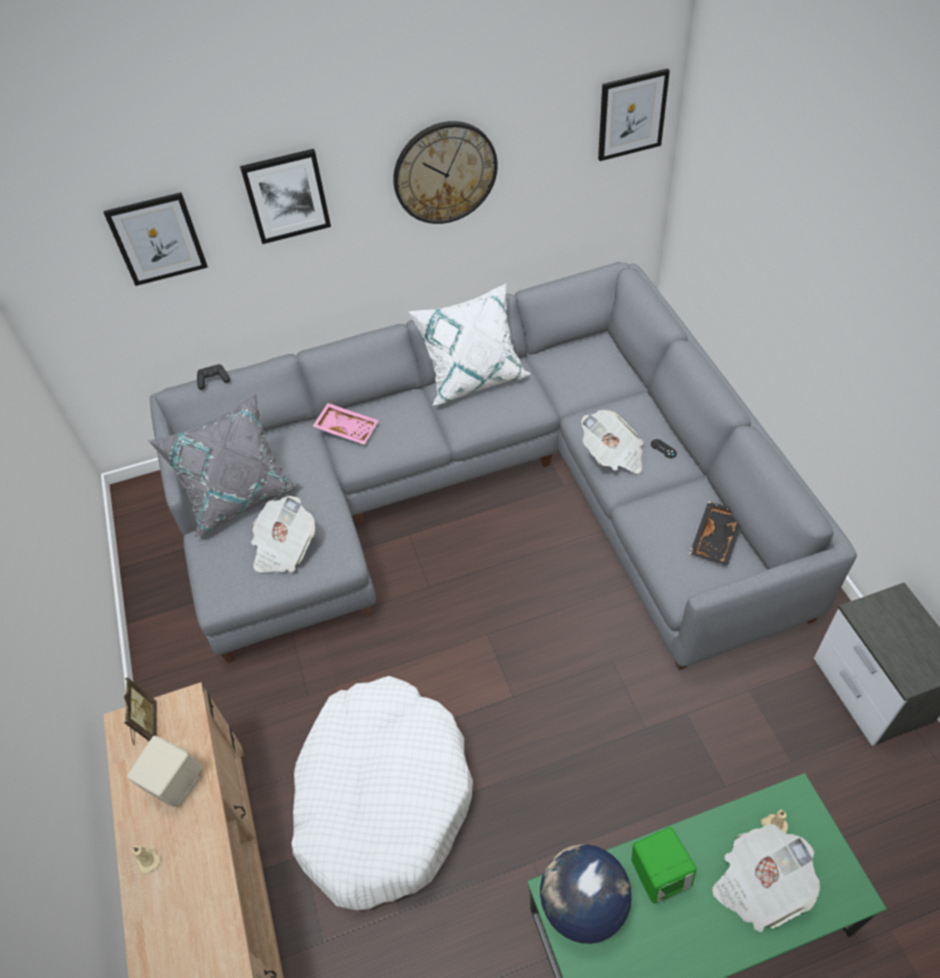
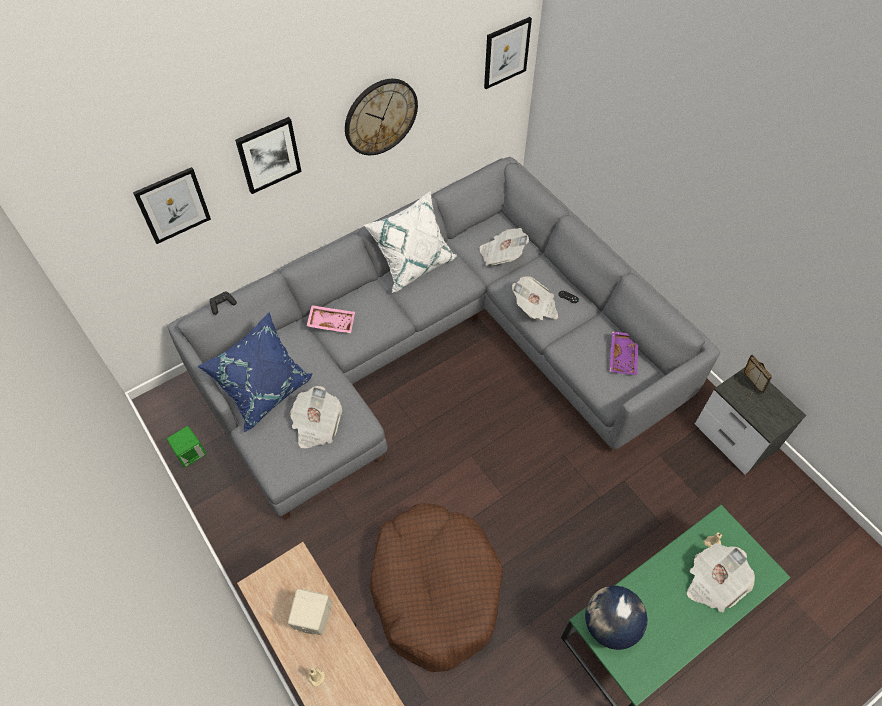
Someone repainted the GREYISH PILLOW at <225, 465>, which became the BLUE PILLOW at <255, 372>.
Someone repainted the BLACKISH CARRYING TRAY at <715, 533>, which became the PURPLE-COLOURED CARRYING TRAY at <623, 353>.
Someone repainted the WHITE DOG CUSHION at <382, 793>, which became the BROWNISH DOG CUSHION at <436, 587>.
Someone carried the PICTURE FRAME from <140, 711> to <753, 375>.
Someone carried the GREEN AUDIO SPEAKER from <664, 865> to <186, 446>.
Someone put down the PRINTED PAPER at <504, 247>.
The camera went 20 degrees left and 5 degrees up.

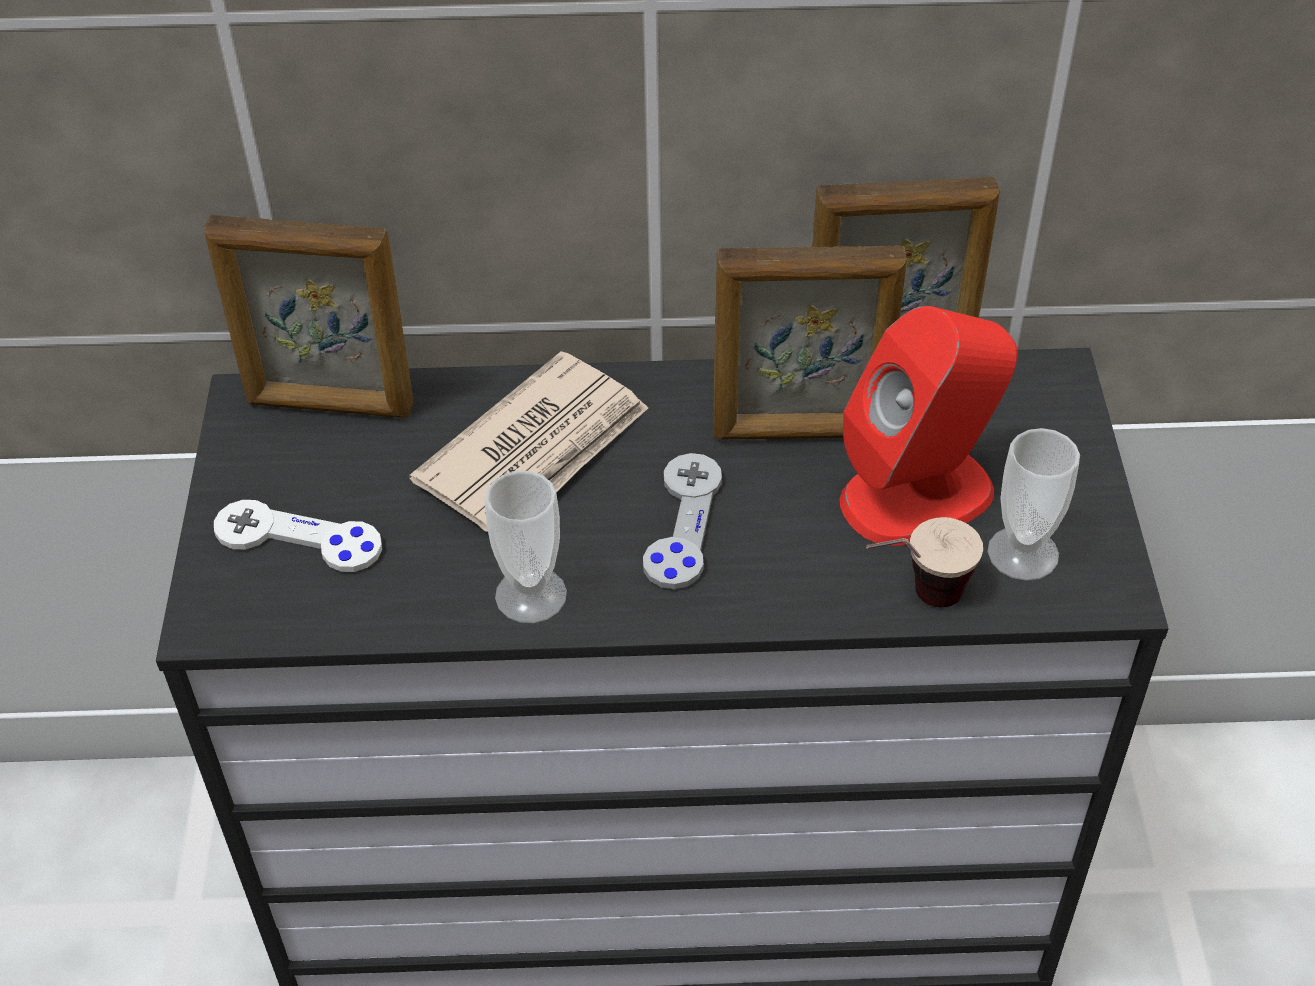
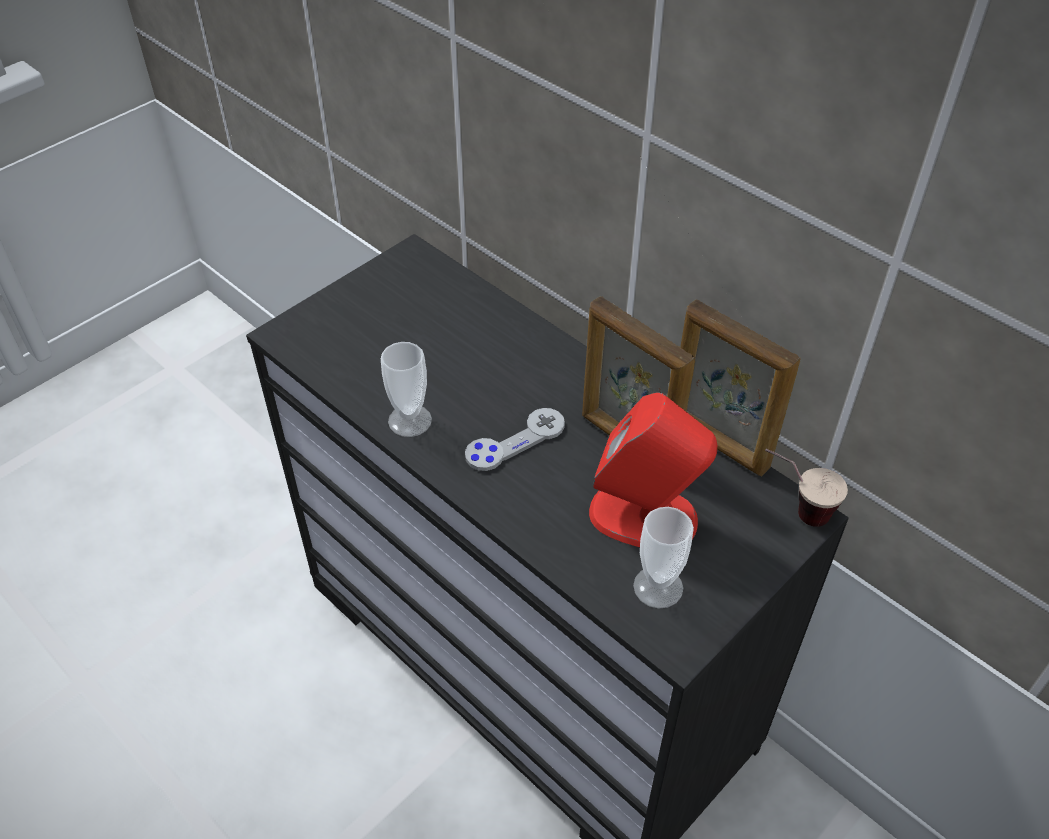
Someone took away the PICTURE FRAME at <309, 316>.
Someone took away the PRINTED PAPER at <528, 441>.
Someone took away the WHITE JOYPAD at <298, 536>.
Someone carried the CUP from <924, 562> to <806, 487>.
The camera went 45 degrees right and 0 degrees up.

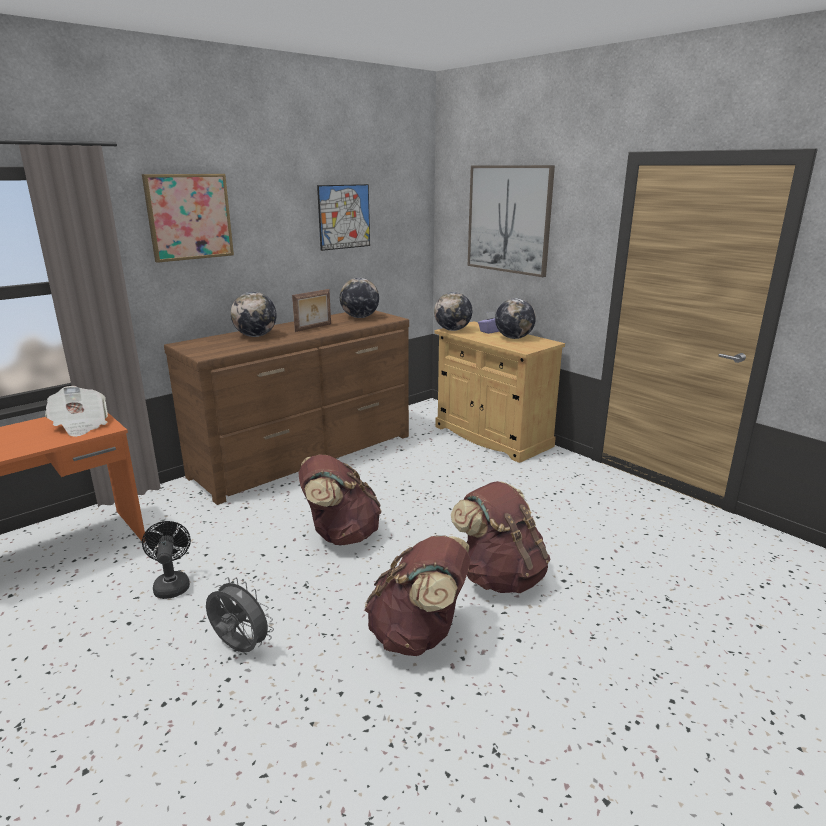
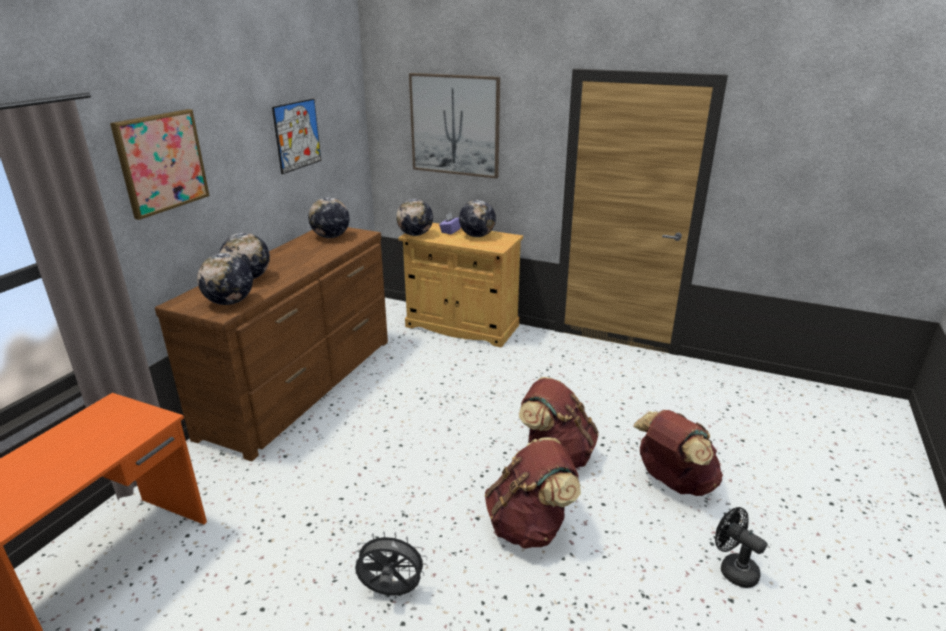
Someone took away the PICTURE FRAME at <311, 310>.
Someone took away the PRINTED PAPER at <76, 411>.
Someone carried the BROWNISH BACKPACK from <340, 500> to <678, 453>.
Someone carried the BLACKISH COOLING FAN from <166, 560> to <741, 547>.
Someone put down the WORLD GLOBE at <225, 279>.
The camera went 25 degrees left and 5 degrees up.

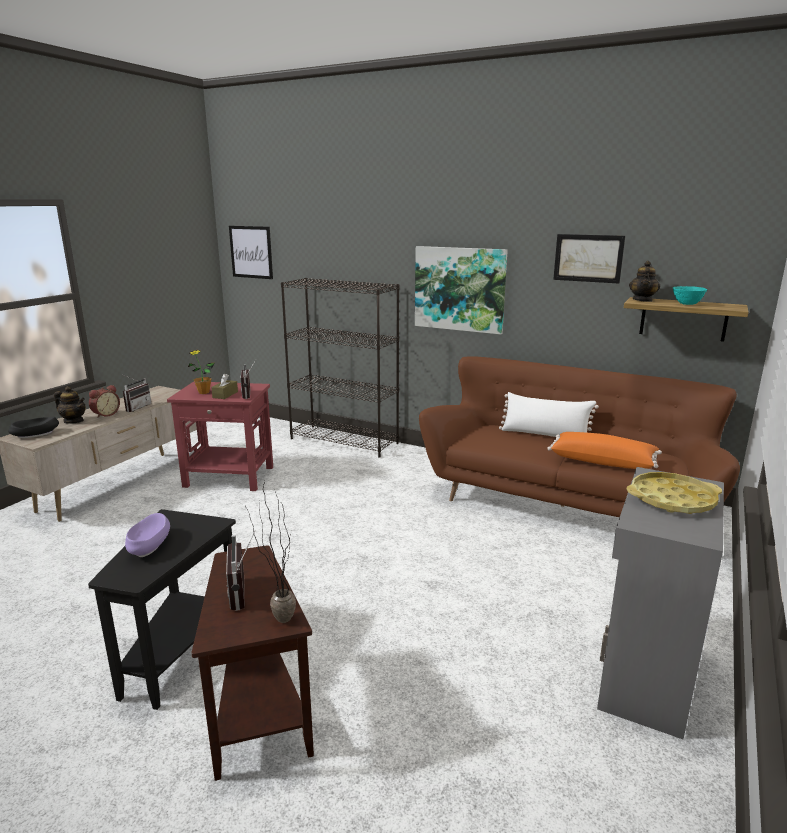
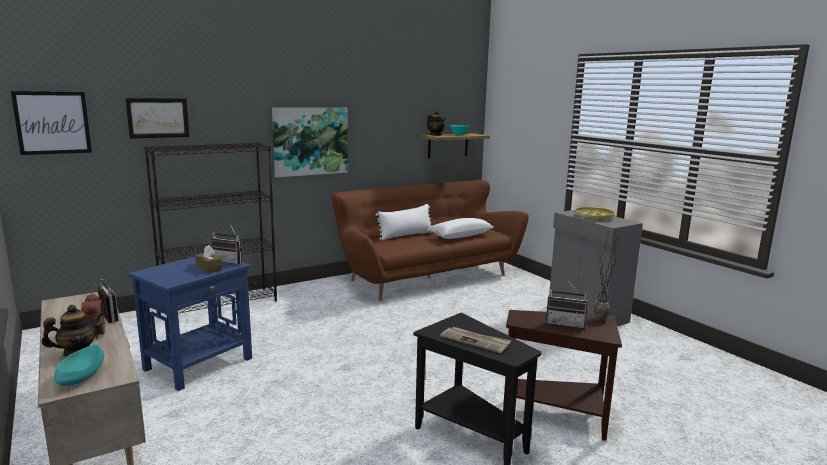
Someone carried the PICTURE from <589, 259> to <157, 118>.
Someone took away the HOUSEPLANT at <201, 372>.
Someone repainted the RED END TABLE at <220, 436>, which became the BLUE END TABLE at <190, 324>.
Someone repainted the BLACKISH DEEP DISH at <33, 427>, which became the TURQUOISE DEEP DISH at <79, 365>.
Someone repainted the ORANGEY PILLOW at <604, 450>, which became the WHITE PILLOW at <460, 228>.
Someone swapped the PURPLE-COLOURED DEEP DISH at <147, 535> for the PRINTED PAPER at <475, 340>.
The camera went 60 degrees left and 5 degrees down.

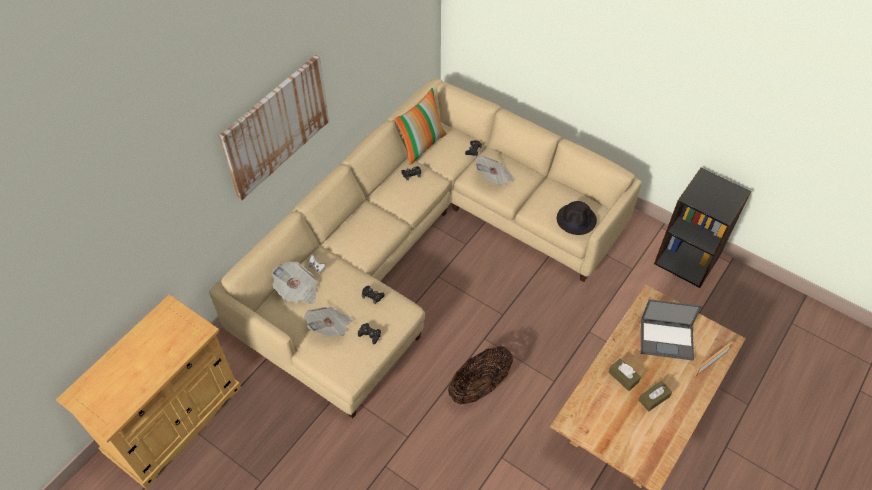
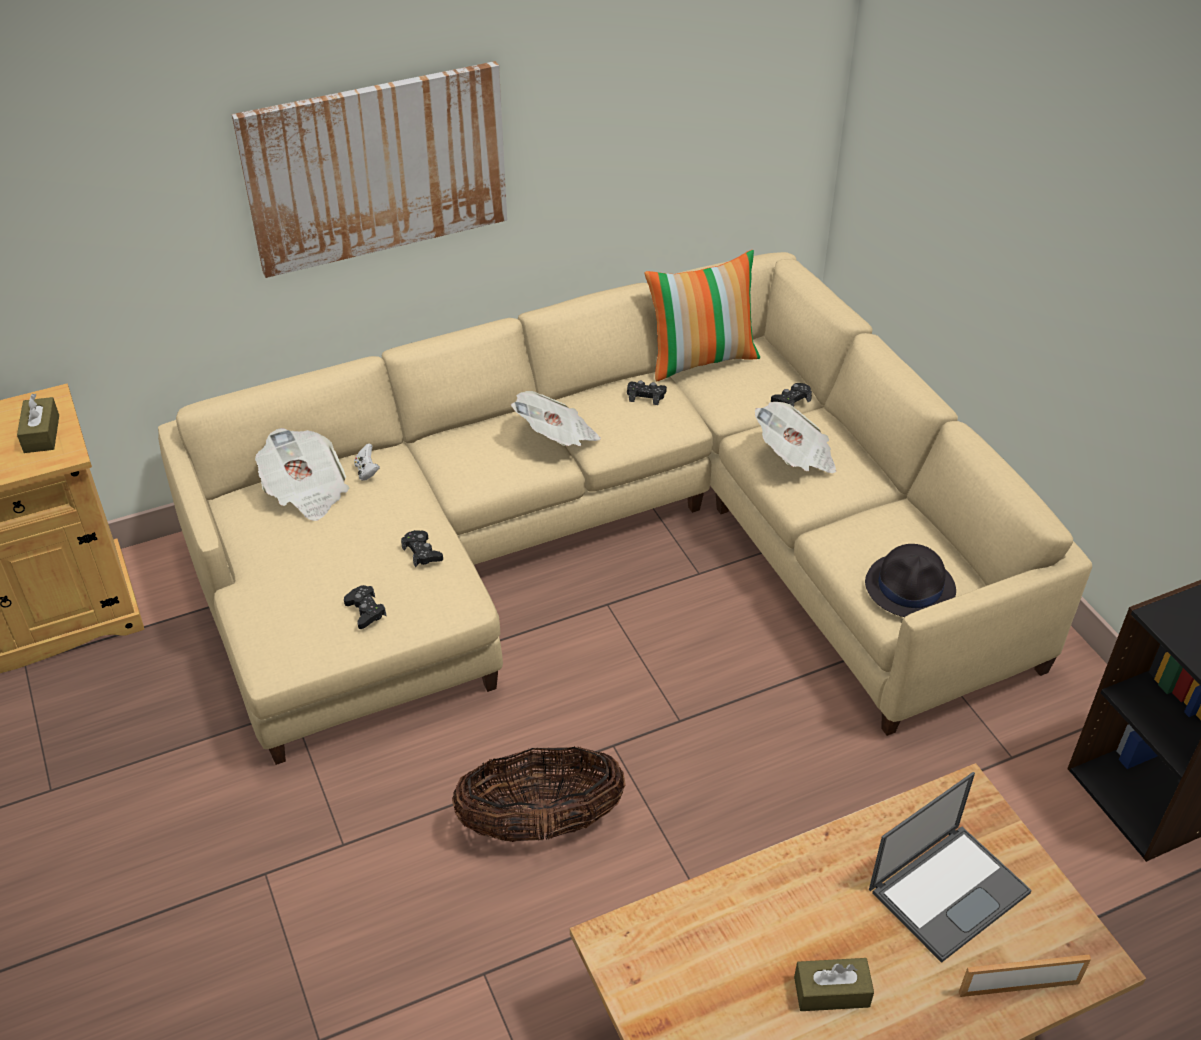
Someone rotated the NOTEBOOK COMPUTER at <671, 330> by 75 degrees counterclockwise.
Someone carried the PRINTED PAPER from <328, 322> to <556, 418>.
Someone carried the BROWNISH TISSUE BOX from <624, 375> to <38, 423>.
The camera went 30 degrees right and 10 degrees down.

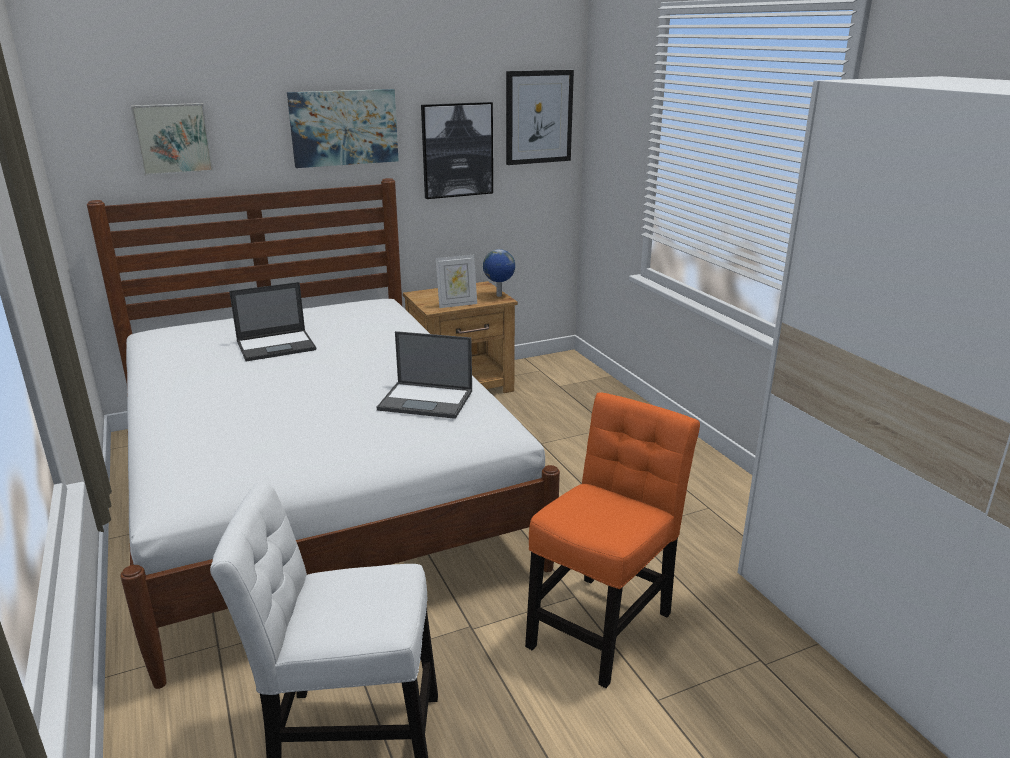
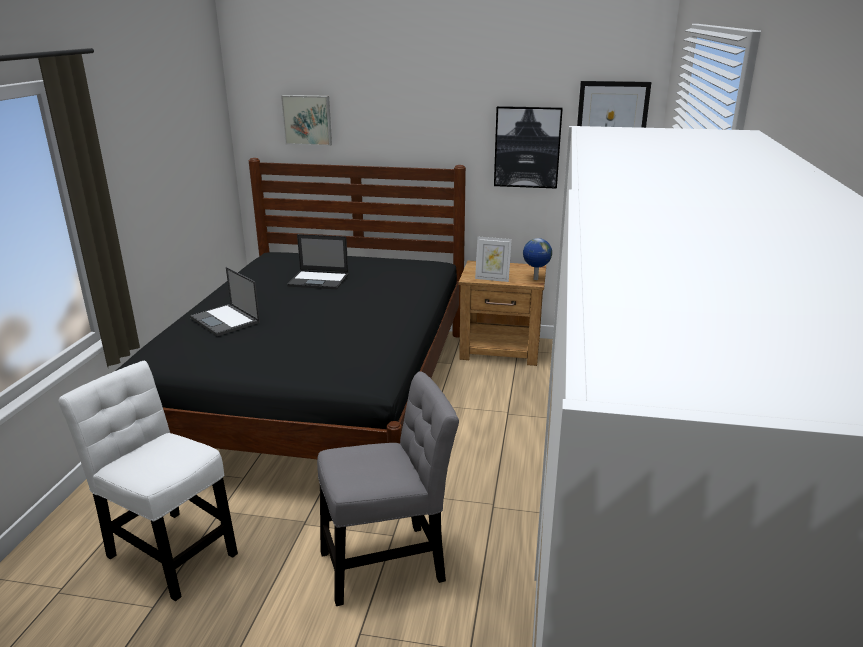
Someone took away the PICTURE at <343, 128>.
Someone repainted the WHITE SLEEPING BED at <323, 433>, which became the BLACKISH SLEEPING BED at <290, 308>.
Someone carried the NOTEBOOK COMPUTER from <424, 375> to <225, 301>.
Someone repainted the ORANGEY UPRIGHT CHAIR at <612, 540>, which became the GREYISH UPRIGHT CHAIR at <388, 488>.
The camera went 35 degrees right and 0 degrees up.

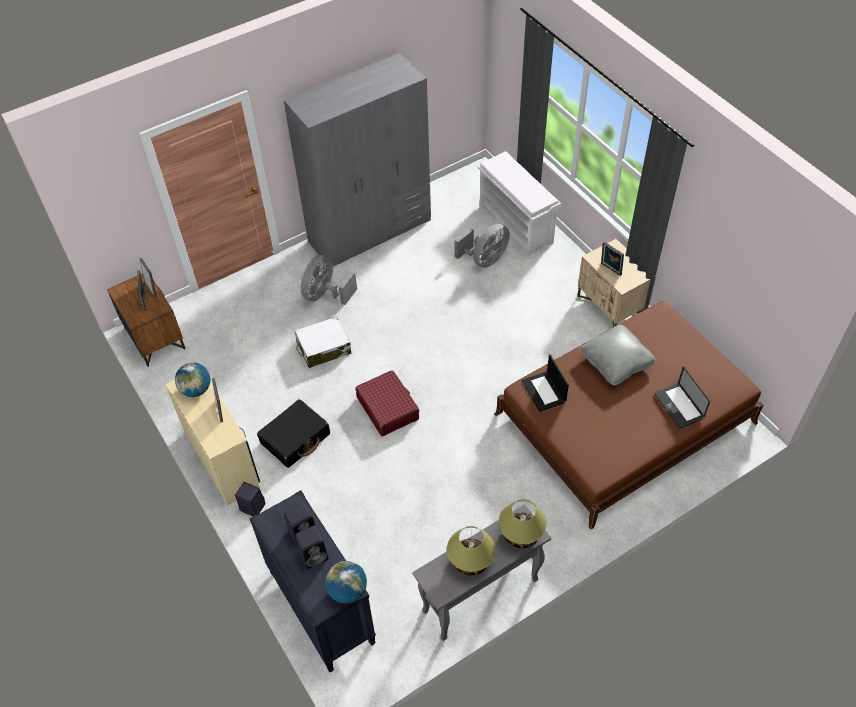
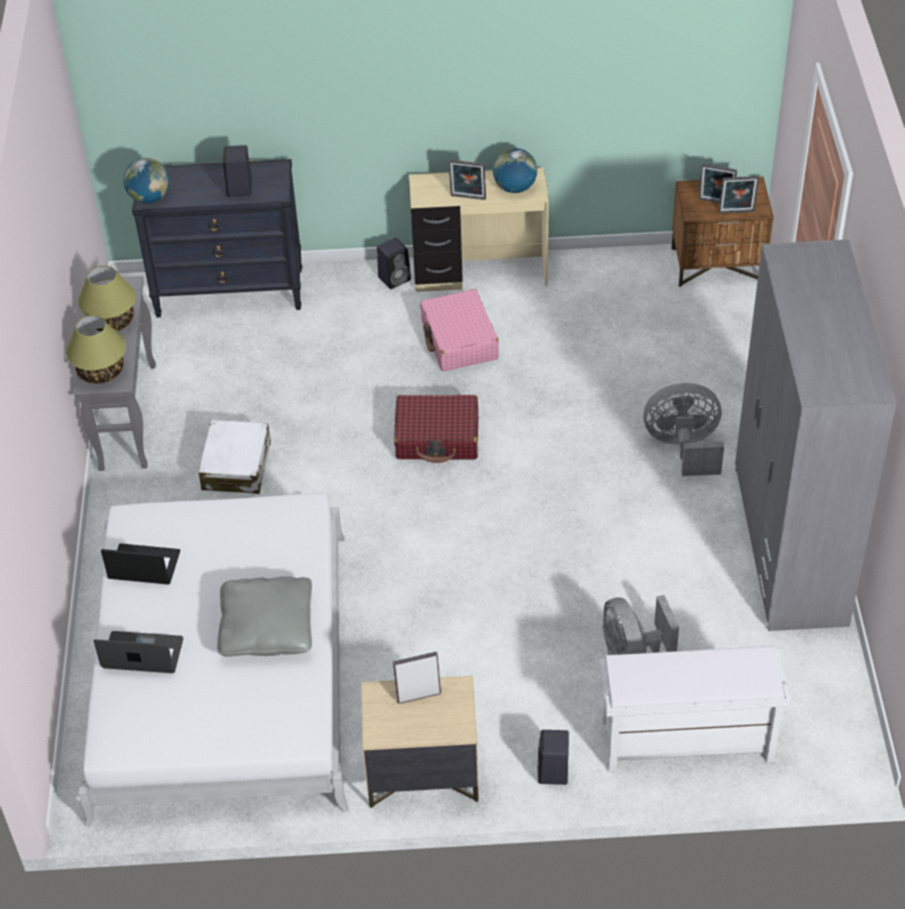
Someone rotated the GREYISH COOLING FAN at <329, 280> by 60 degrees counterclockwise.
Someone repainted the BROWNISH SLEEPING BED at <628, 415>, which became the WHITE SLEEPING BED at <213, 659>.
Someone carried the WHITE TRAVEL CASE from <323, 342> to <234, 457>.
Someone carried the NOTEBOOK COMPUTER from <545, 383> to <140, 563>.
Someone repainted the BLACKISH TRAVEL CASE at <293, 433>, which became the PINKISH TRAVEL CASE at <459, 330>.
Someone carried the BLACKISH AUDIO SPEAKER from <312, 547> to <553, 757>.
The camera went 120 degrees right and 5 degrees down.

